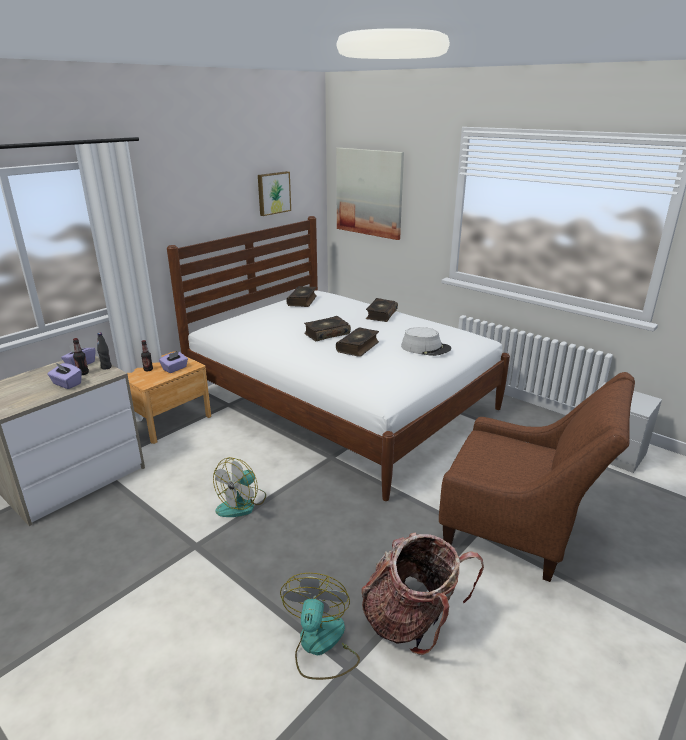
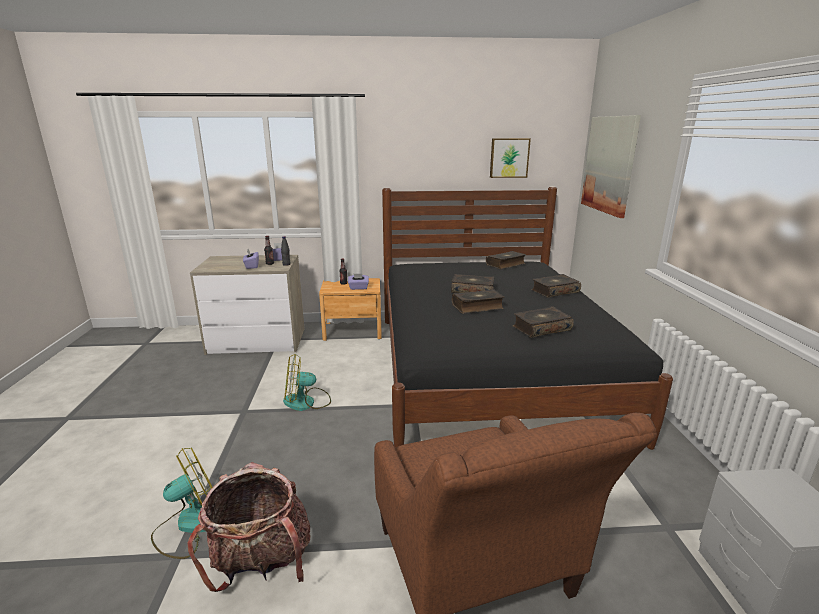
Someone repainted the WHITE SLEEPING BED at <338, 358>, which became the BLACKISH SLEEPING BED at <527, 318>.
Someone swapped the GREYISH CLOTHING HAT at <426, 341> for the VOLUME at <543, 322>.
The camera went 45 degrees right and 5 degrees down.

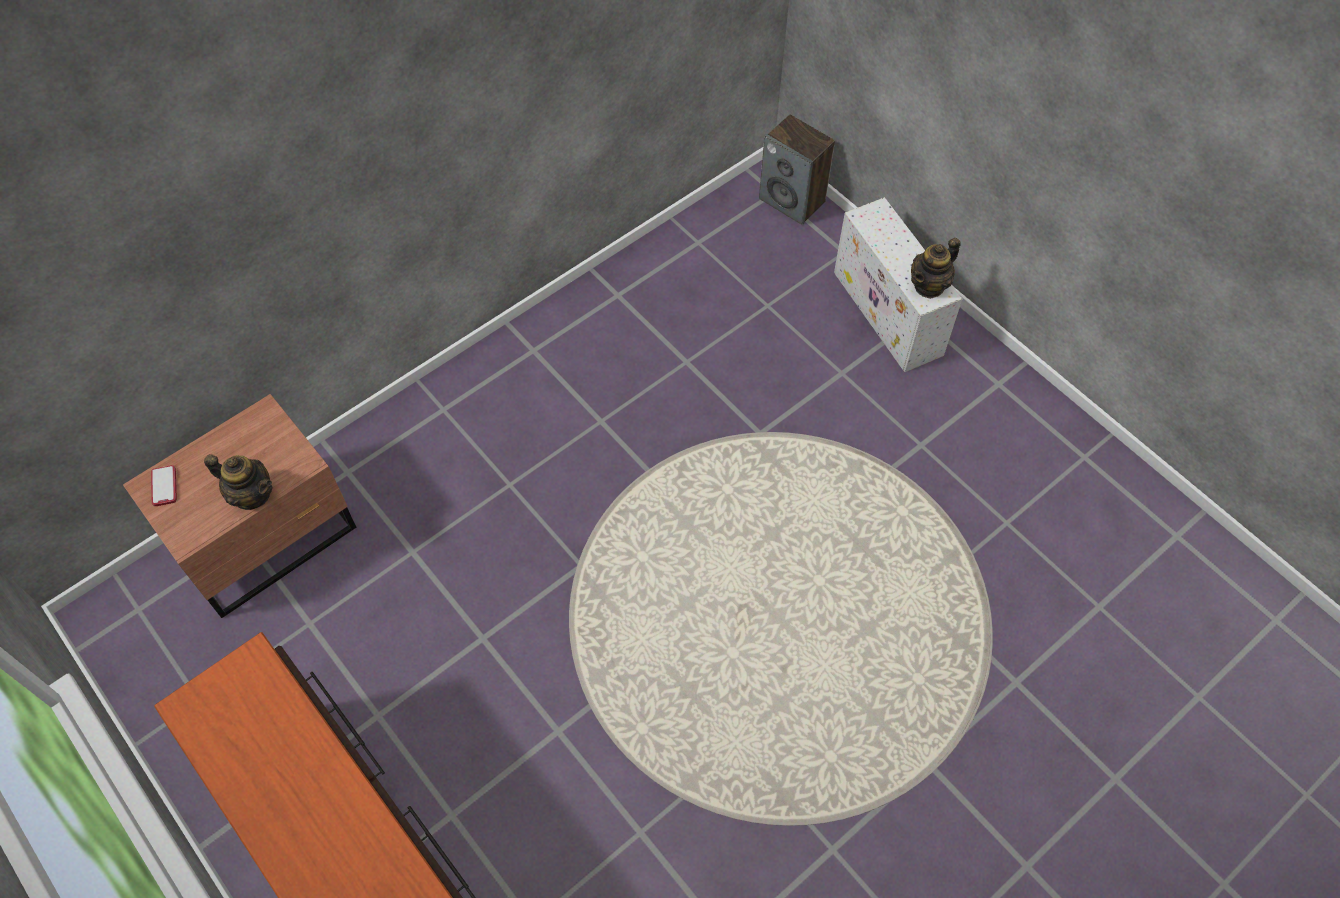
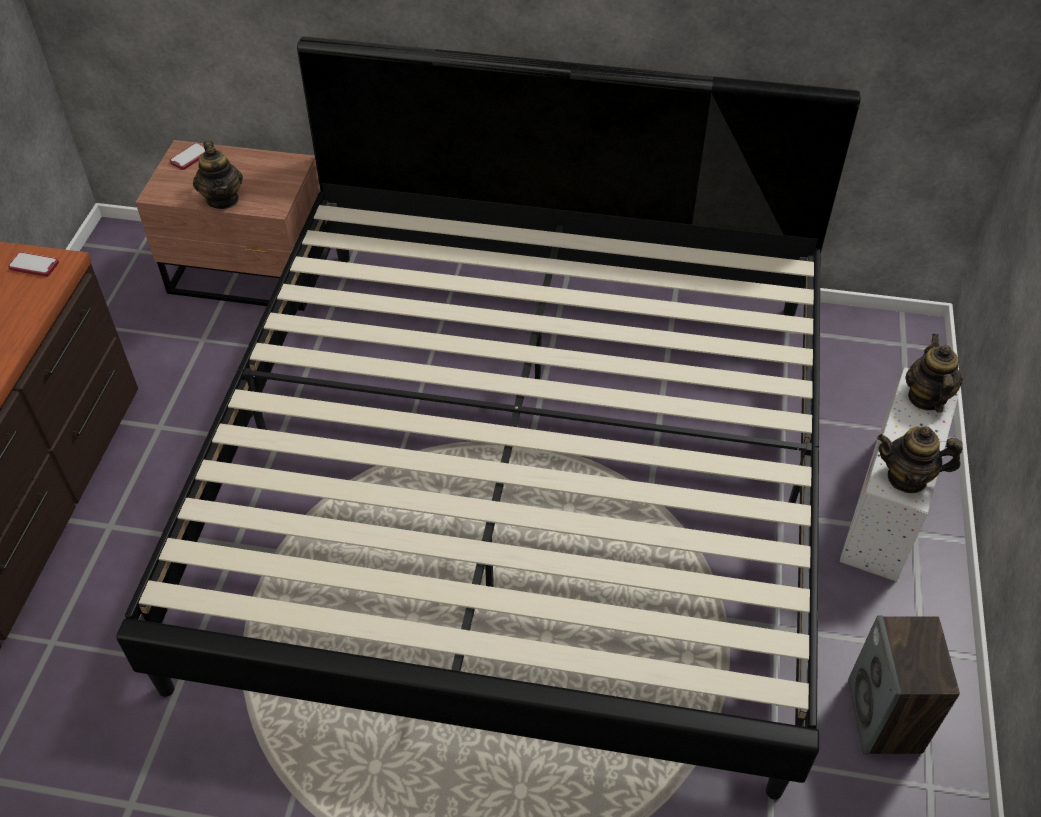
Someone carried the AUDIO SPEAKER from <797, 170> to <904, 685>.
Someone put down the SLEEPING BED at <488, 418>.
Someone put down the HANDSET at <33, 264>.
Someone put down the TEAPOT at <934, 373>.
The camera went 50 degrees right and 10 degrees down.

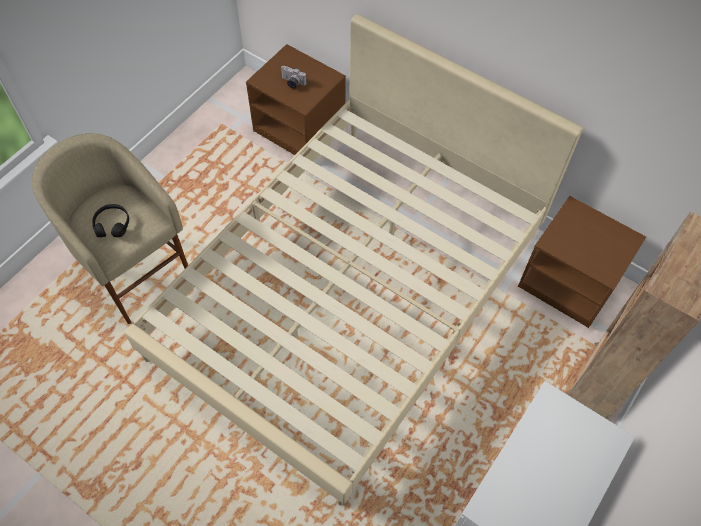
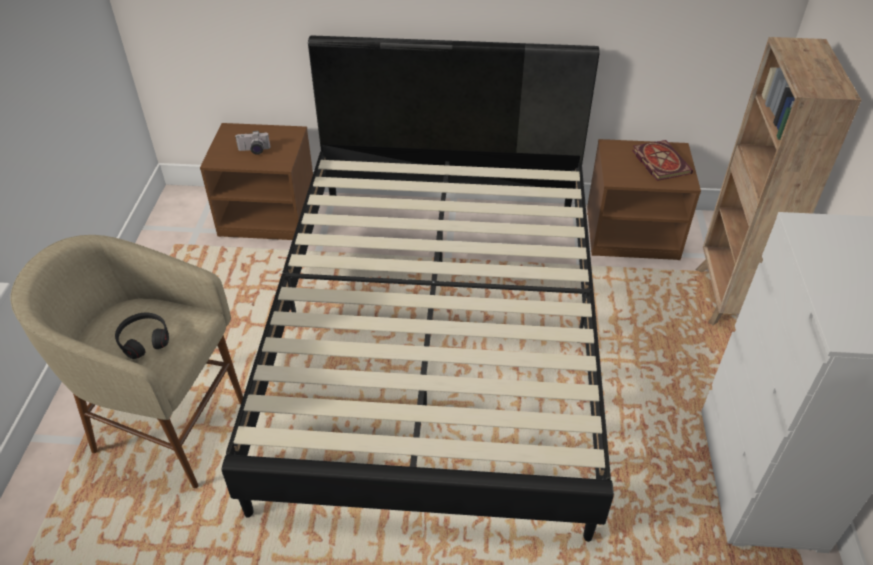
Someone repainted the BEIGE SLEEPING BED at <354, 259>, which became the BLACKISH SLEEPING BED at <418, 288>.
Someone put down the VOLUME at <662, 160>.
The camera went 30 degrees left and 15 degrees down.

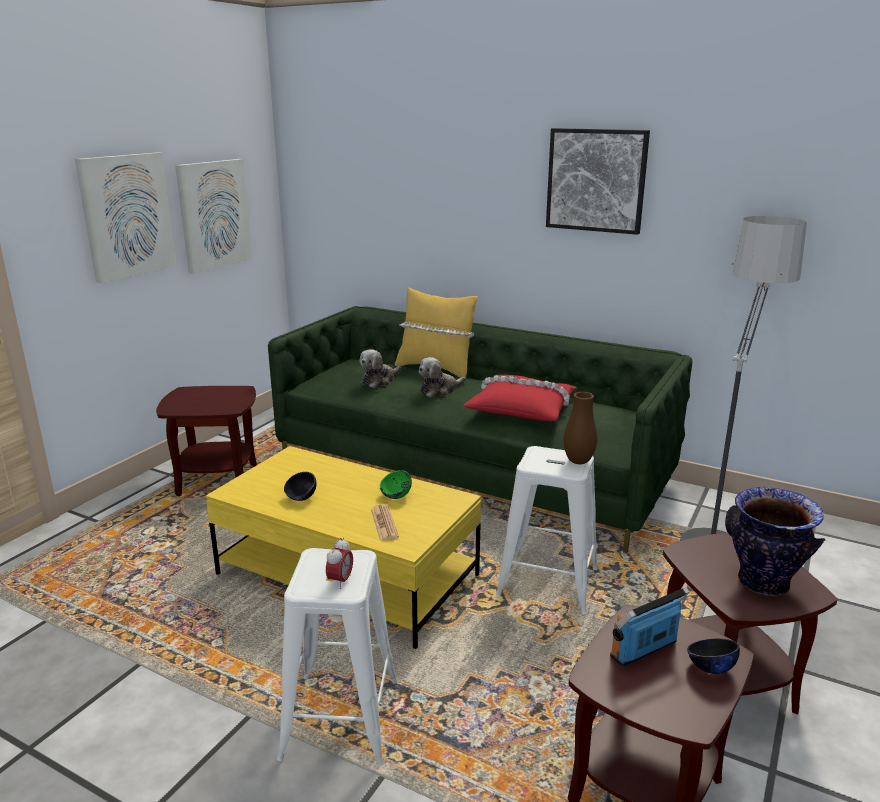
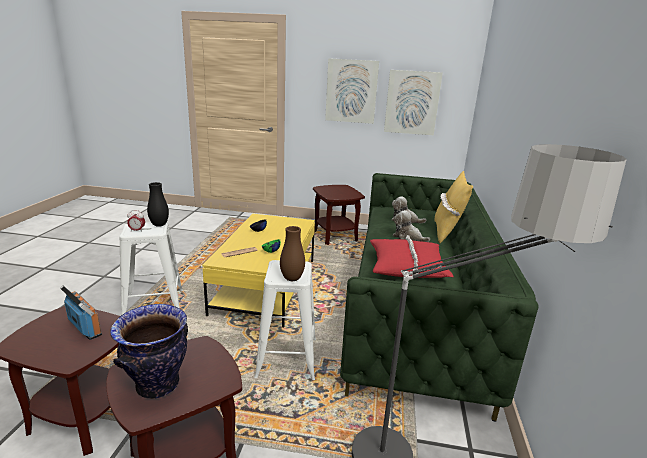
Someone took away the PICTURE at <598, 181>.
Someone took away the BLACKISH DEEP DISH at <713, 656>.
Someone put down the BLACKISH DECORATIVE VASE at <158, 204>.
The camera went 70 degrees right and 0 degrees up.

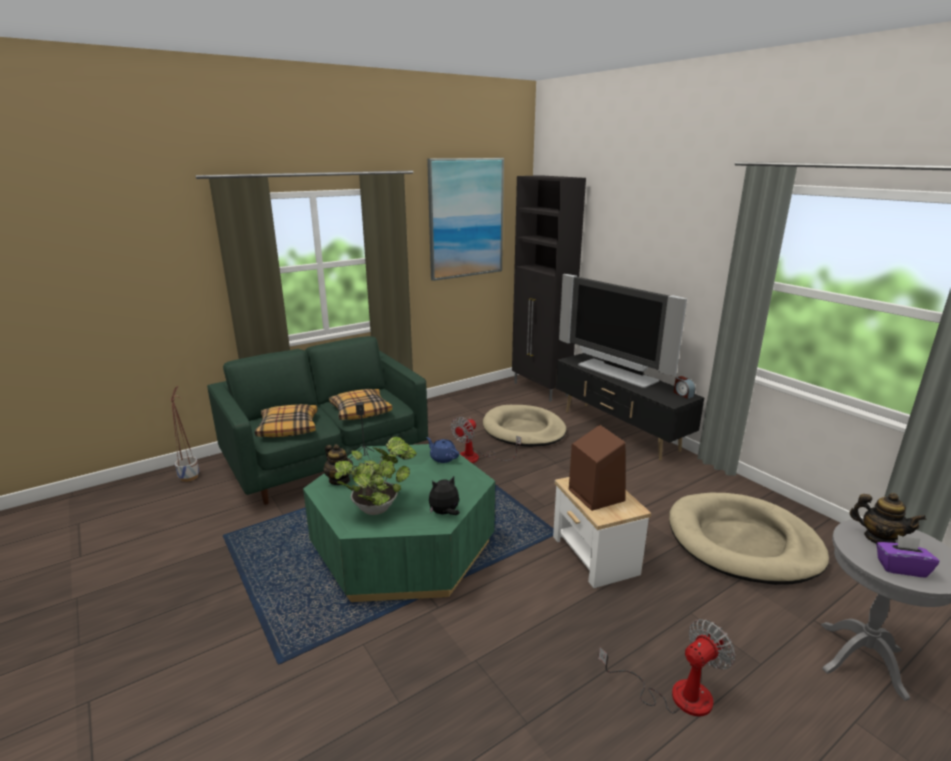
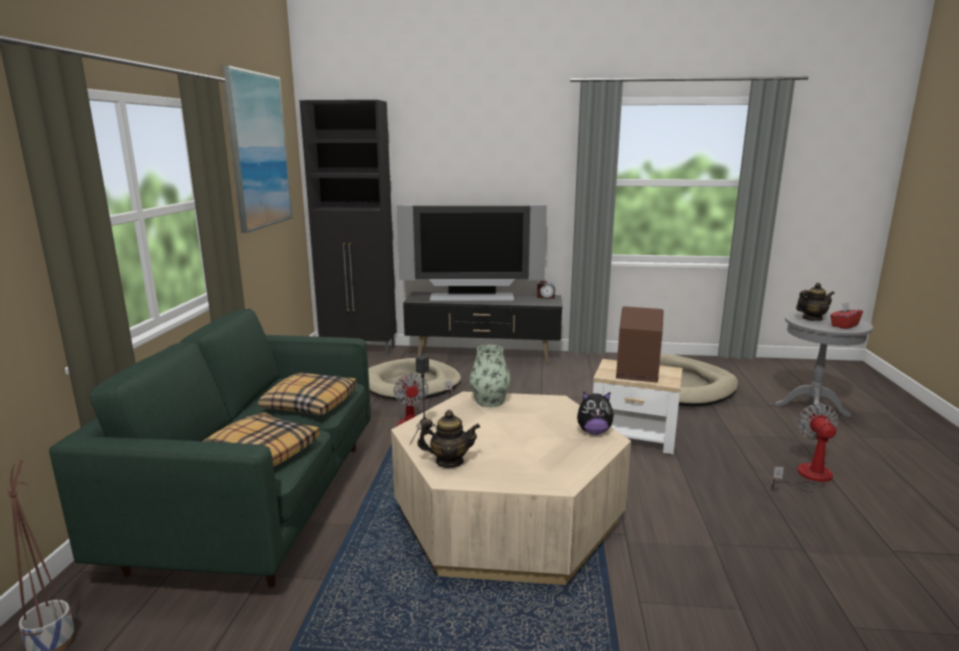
Someone took away the HOUSEPLANT at <375, 476>.
Someone swapped the BLUE TEAPOT at <442, 450> for the DECORATIVE VASE at <490, 376>.
Someone repainted the GREEN COFFEE TABLE at <399, 523>, which became the BEIGE COFFEE TABLE at <511, 488>.
Someone rotated the CUDDLY TOY at <444, 495> by 105 degrees counterclockwise.
Someone repainted the PURPLE-COLOURED TISSUE BOX at <908, 556>, which became the RED TISSUE BOX at <846, 315>.
The camera went 50 degrees left and 5 degrees down.

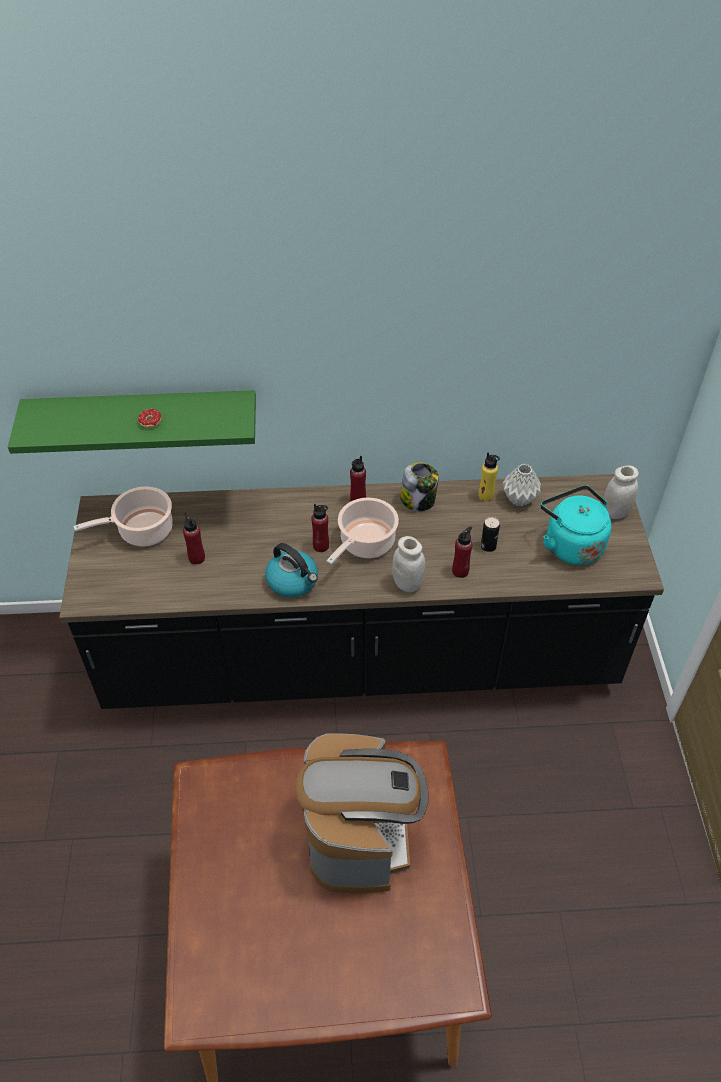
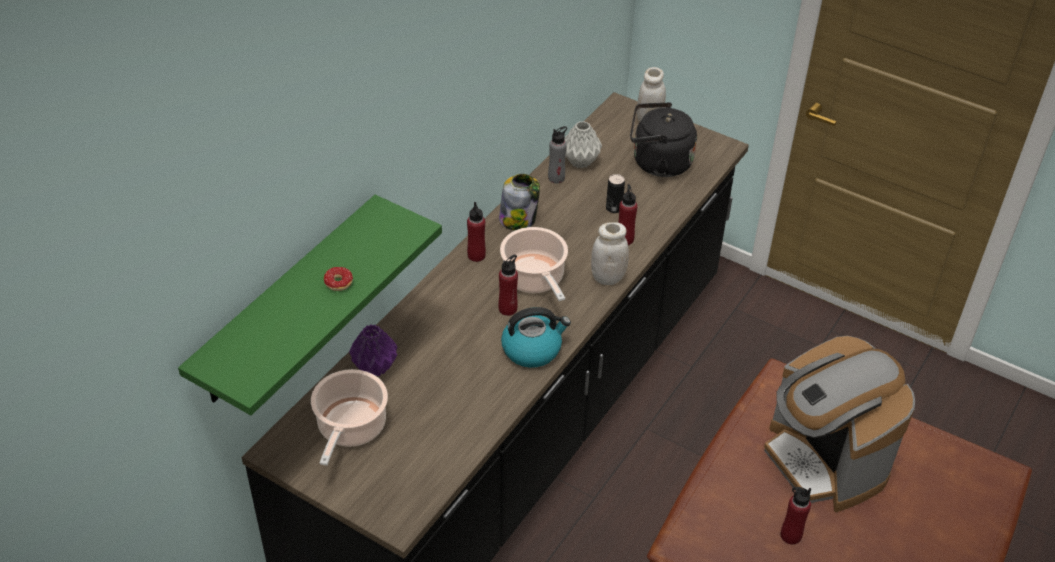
Someone repainted the YELLOWISH BEVERAGE BOTTLE at <489, 477>, which became the GREYISH BEVERAGE BOTTLE at <557, 154>.
Someone repainted the TURQUOISE TEA KETTLE at <576, 525>, which became the BLACKISH TEA KETTLE at <663, 139>.
Someone carried the RED BEVERAGE BOTTLE from <194, 538> to <795, 516>.
Someone rotated the COFFEE BREWER at <361, 813> by 150 degrees counterclockwise.
Someone put down the PURPLE-COLOURED DECORATIVE VASE at <373, 350>.
The camera went 55 degrees left and 5 degrees down.

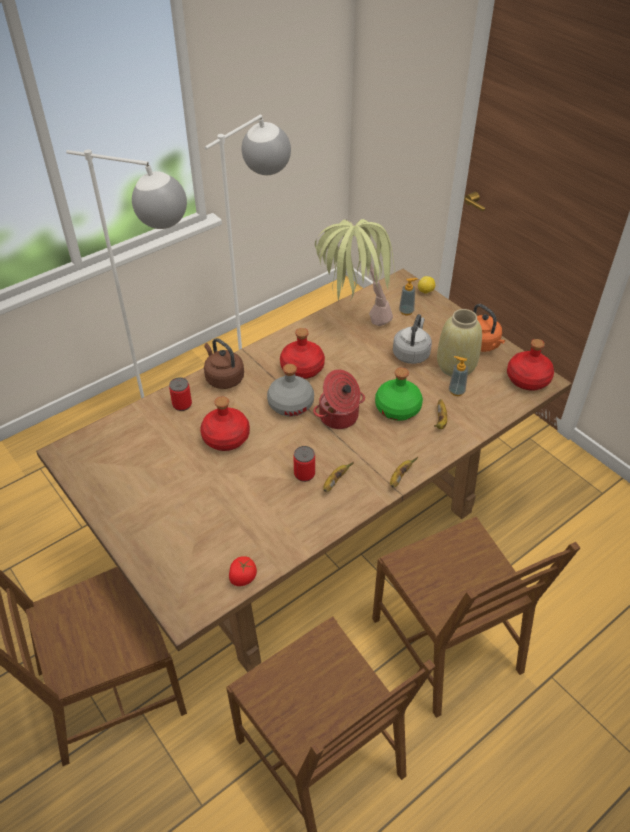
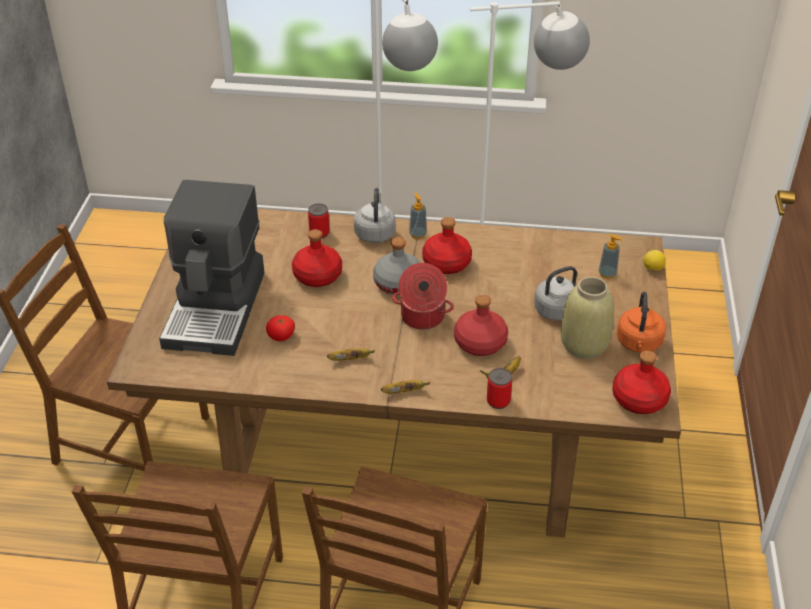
Someone took away the HOUSEPLANT at <355, 272>.
Someone repainted the BROWNISH TEA KETTLE at <224, 363>, which became the GREYISH TEA KETTLE at <375, 215>.
Someone carried the SOAP BOTTLE from <458, 376> to <418, 215>.
Someone repainted the GREEN BEVERAGE BOTTLE at <399, 394>, which became the RED BEVERAGE BOTTLE at <481, 325>.
Someone carried the CAN from <304, 464> to <499, 388>.
Someone carried the WHOLE TOMATO from <243, 571> to <280, 328>.
Someone put down the COFFEE BREWER at <211, 268>.
The camera went 45 degrees right and 5 degrees down.

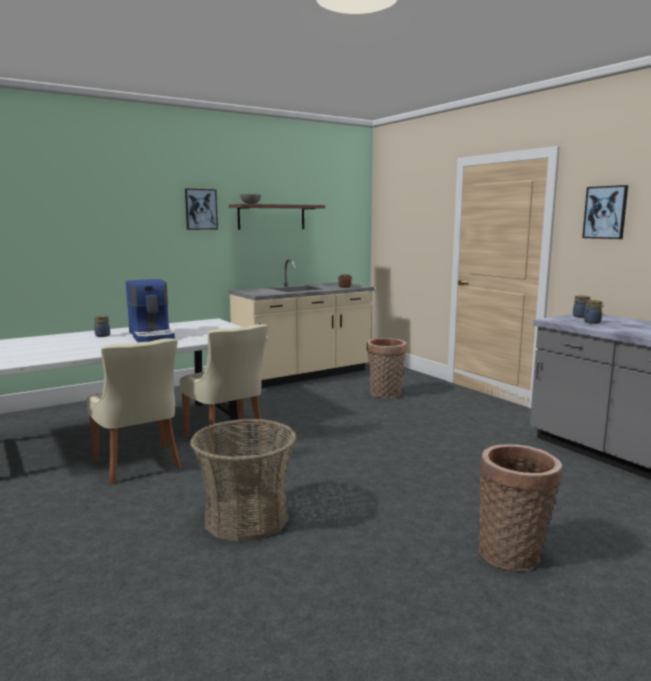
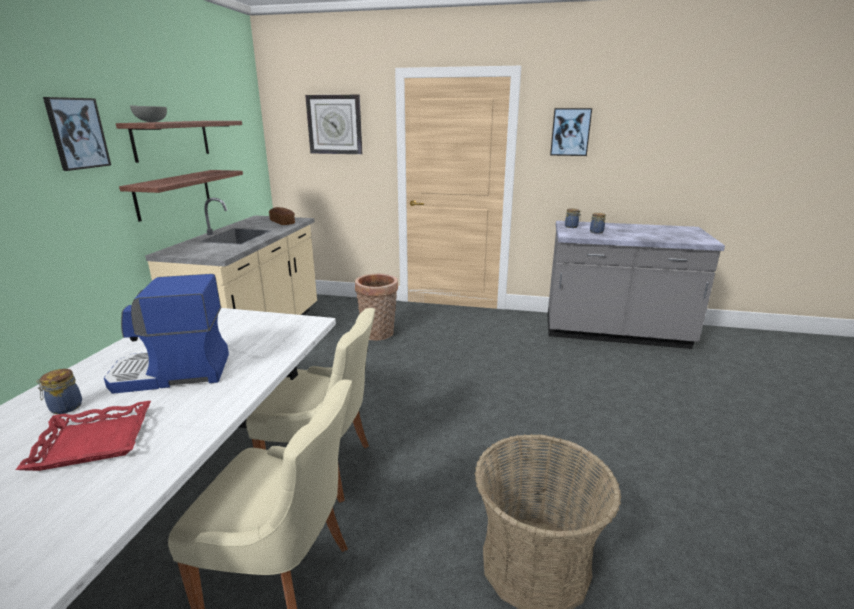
Someone rotated the COFFEE BREWER at <150, 310> by 150 degrees clockwise.
Someone took away the BASKET at <520, 507>.
Someone put up the WALL CLOCK at <333, 124>.
Someone put up the WALL SHELF at <181, 196>.
Someone put down the RED CARRYING TRAY at <83, 436>.
The camera went 45 degrees left and 10 degrees up.

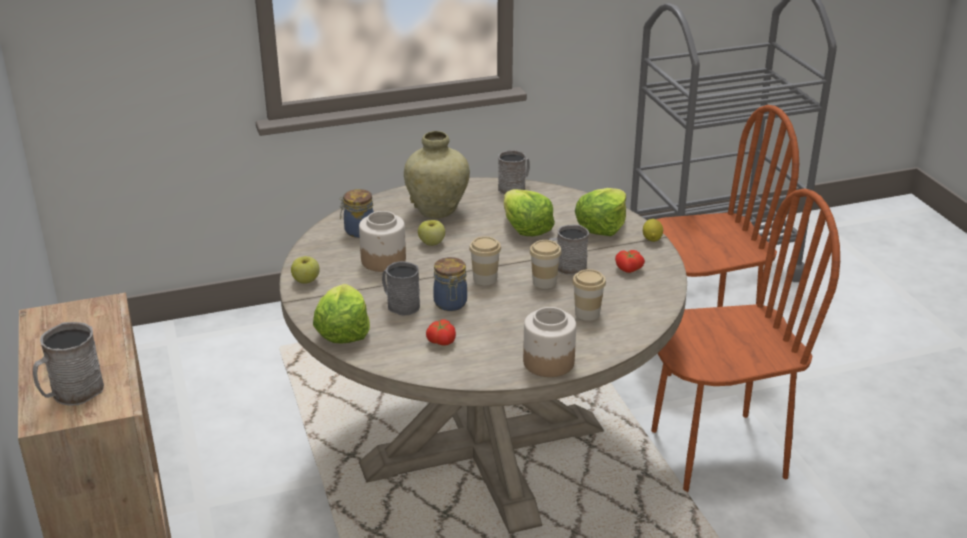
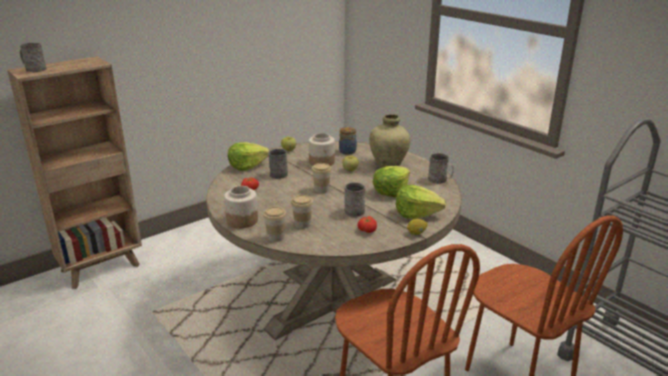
Someone carried the CUP from <545, 264> to <274, 224>.
Someone took away the STORAGE JAR at <450, 284>.
The camera went 70 degrees right and 5 degrees down.

